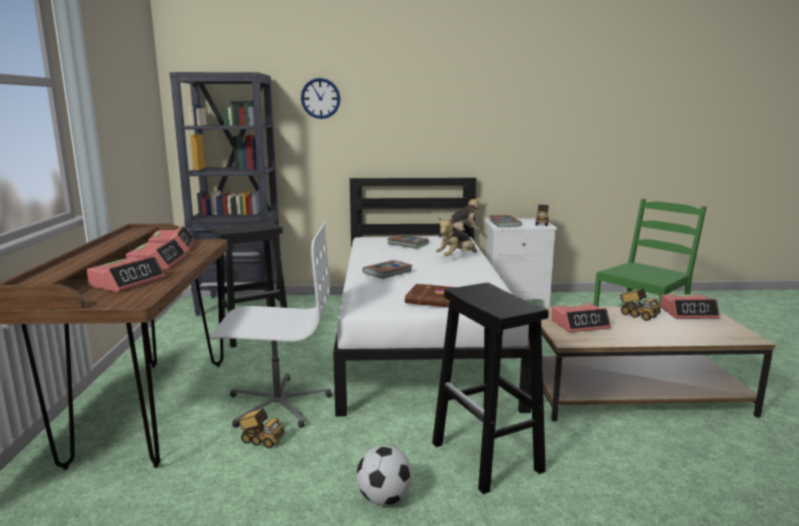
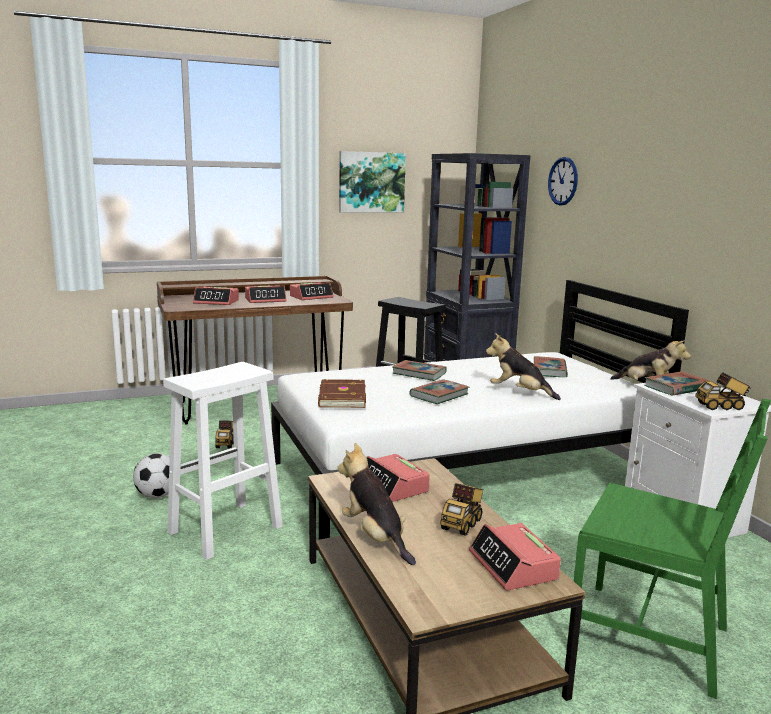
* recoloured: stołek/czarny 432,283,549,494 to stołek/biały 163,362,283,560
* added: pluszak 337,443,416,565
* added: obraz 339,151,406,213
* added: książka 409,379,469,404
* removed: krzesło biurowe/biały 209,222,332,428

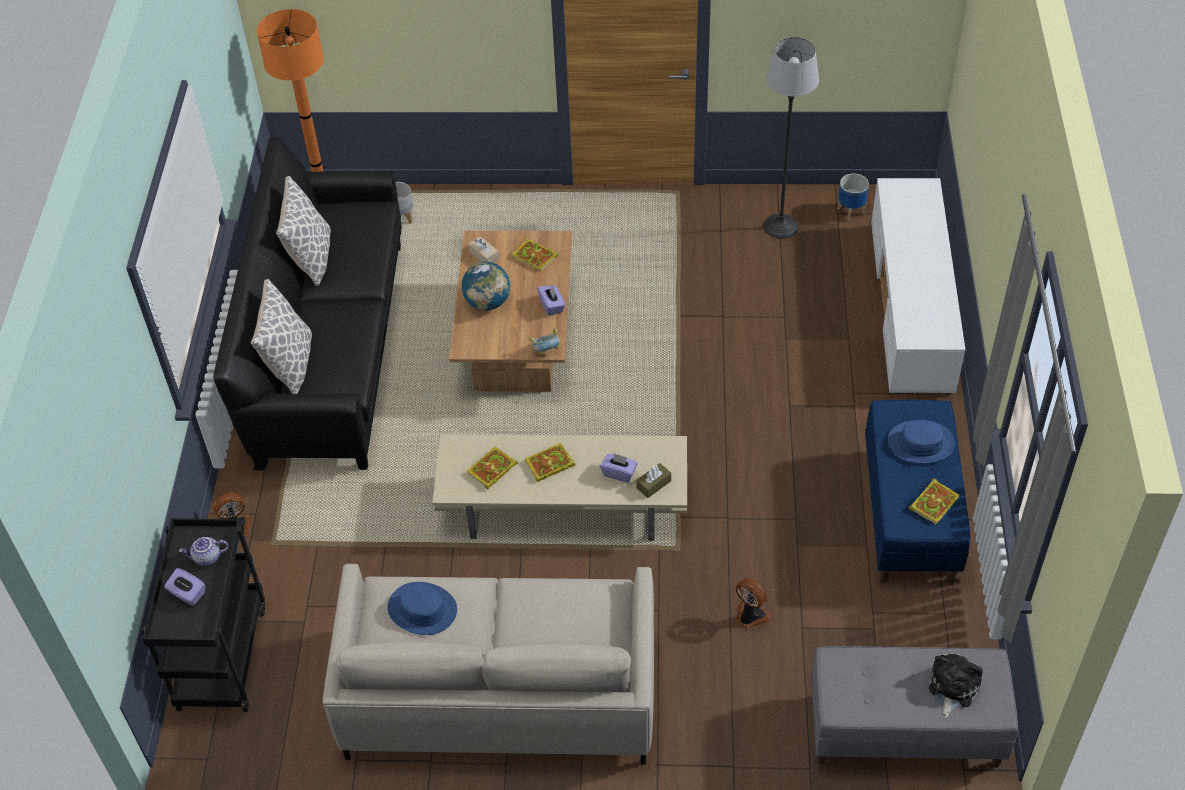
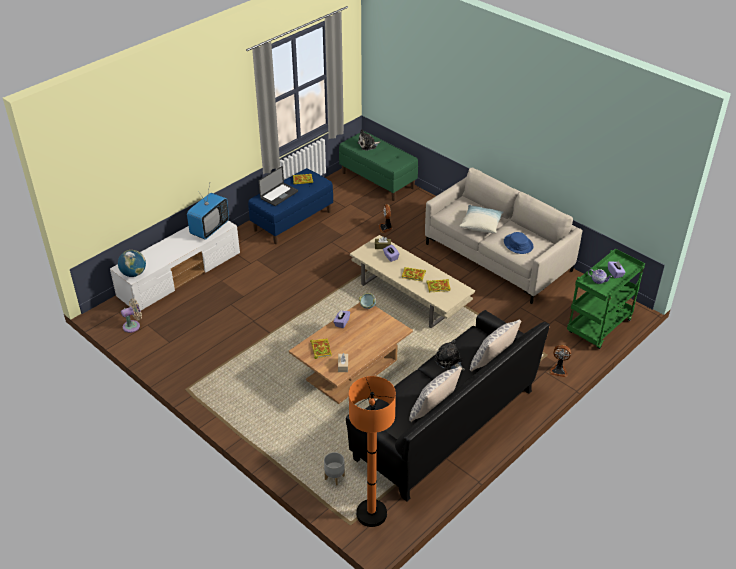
* moved: globus 461,262,510,310 to 118,250,146,277
* replaced: donica 837,173,869,221 to wentylator/beżowy 121,298,142,333
* added: telewizor 187,184,229,240
* replaced: kapelusz/niebieski 888,420,955,463 to laptop 259,166,298,206
* recoloured: ławka/szary 811,646,1018,768 to ławka/zielony 339,131,418,201
* added: pluszak 434,339,465,371
* added: poduszka 459,205,504,233
* recoloured: wózek/czarny 141,518,265,712 to wózek/zielony 567,248,645,349
* removed: lampa stojąca 763,37,819,239

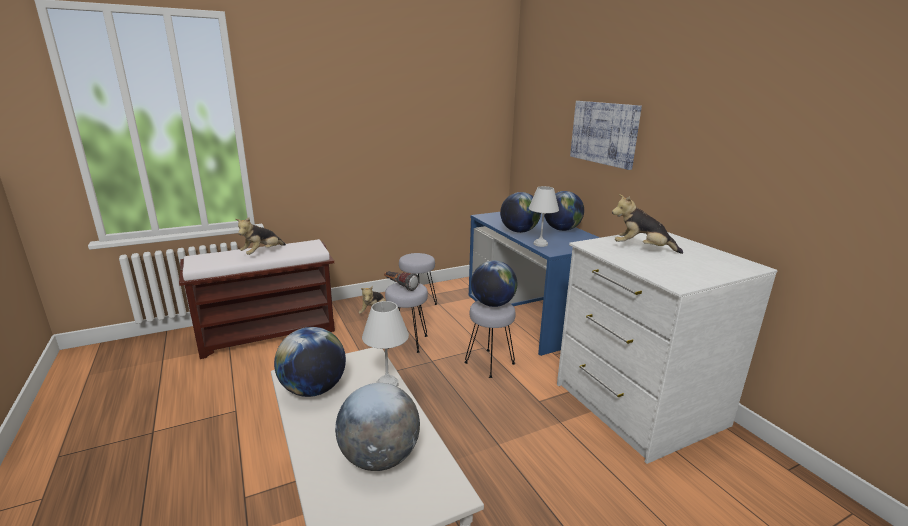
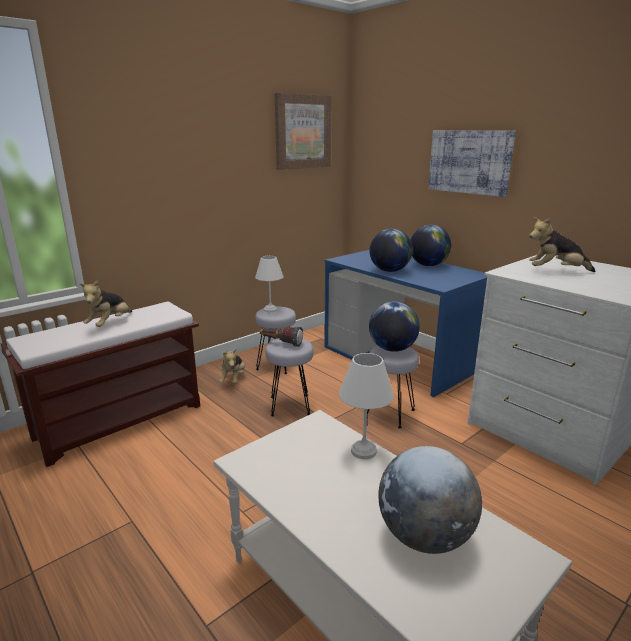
* moved: lampa stołowa/biały 529,186,559,247 to 255,256,284,312
* added: obraz 274,93,332,170
* removed: globus 274,327,346,397

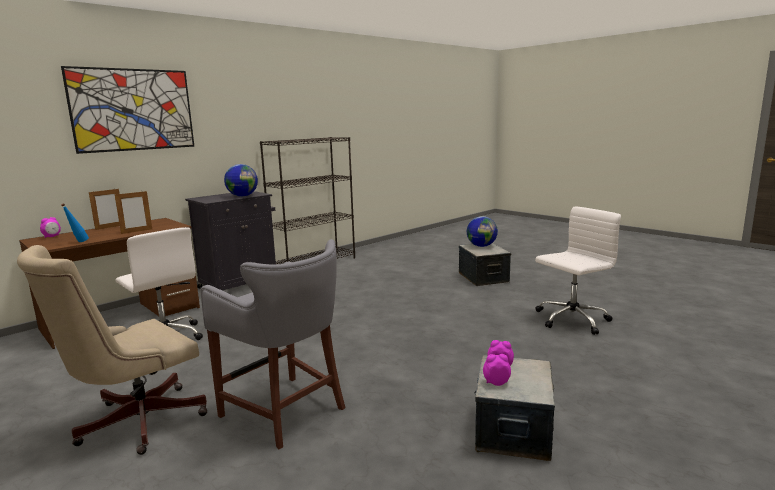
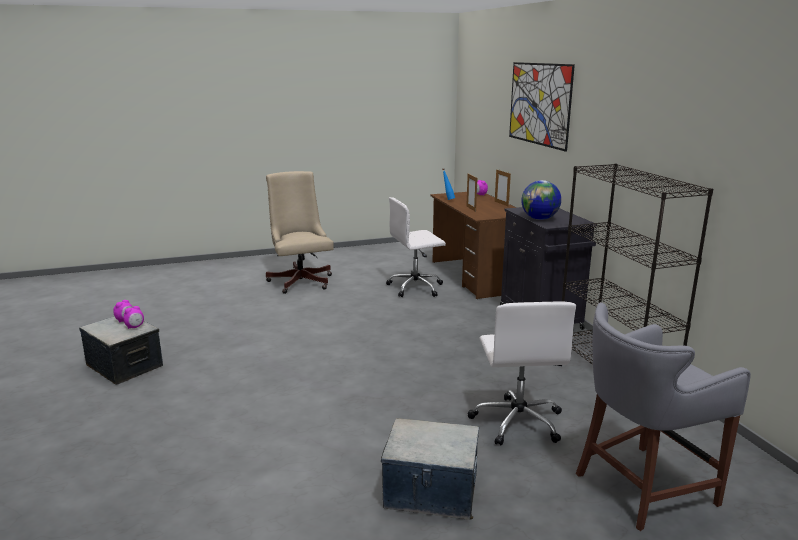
* moved: krzesło biurowe/biały 535,206,621,335 to 468,302,576,445
* moved: stołek/szary 201,239,345,449 to 576,302,751,531
* removed: globus 467,216,498,247

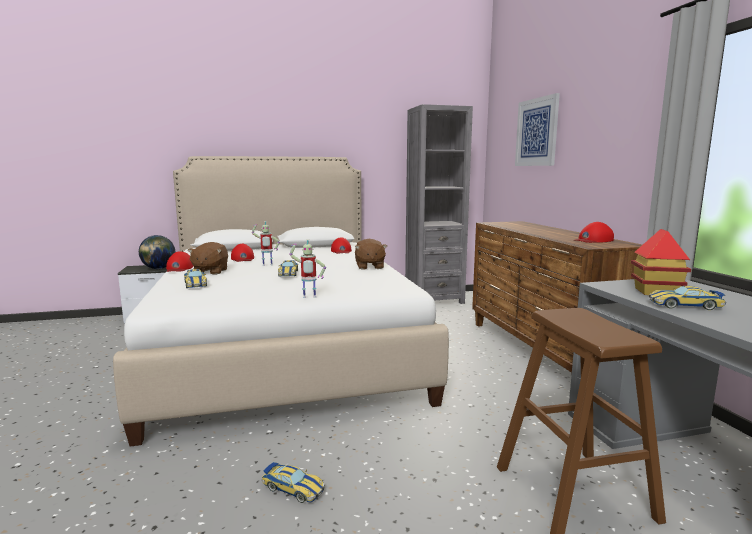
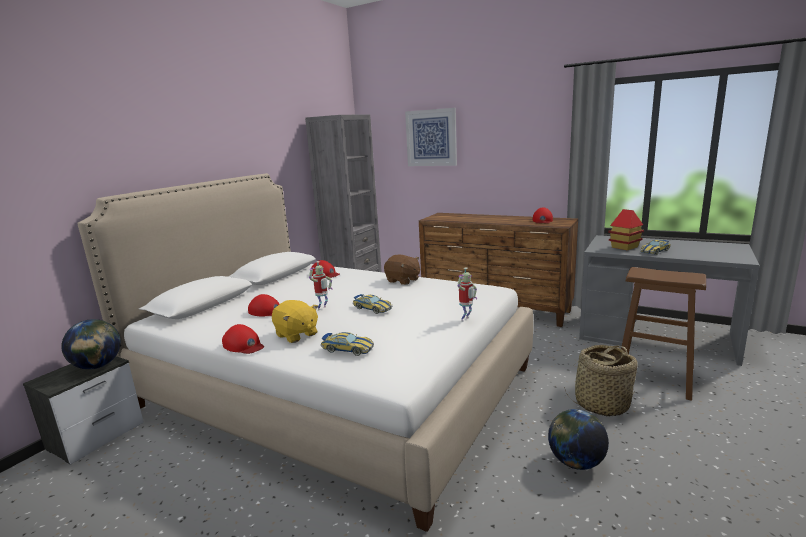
* recoloured: pluszak/brązowy 187,242,228,275 to pluszak/żółty 272,300,318,343
* replaced: samochodzik 262,462,325,503 to globus 548,409,609,470
* added: koszyk 564,345,638,417

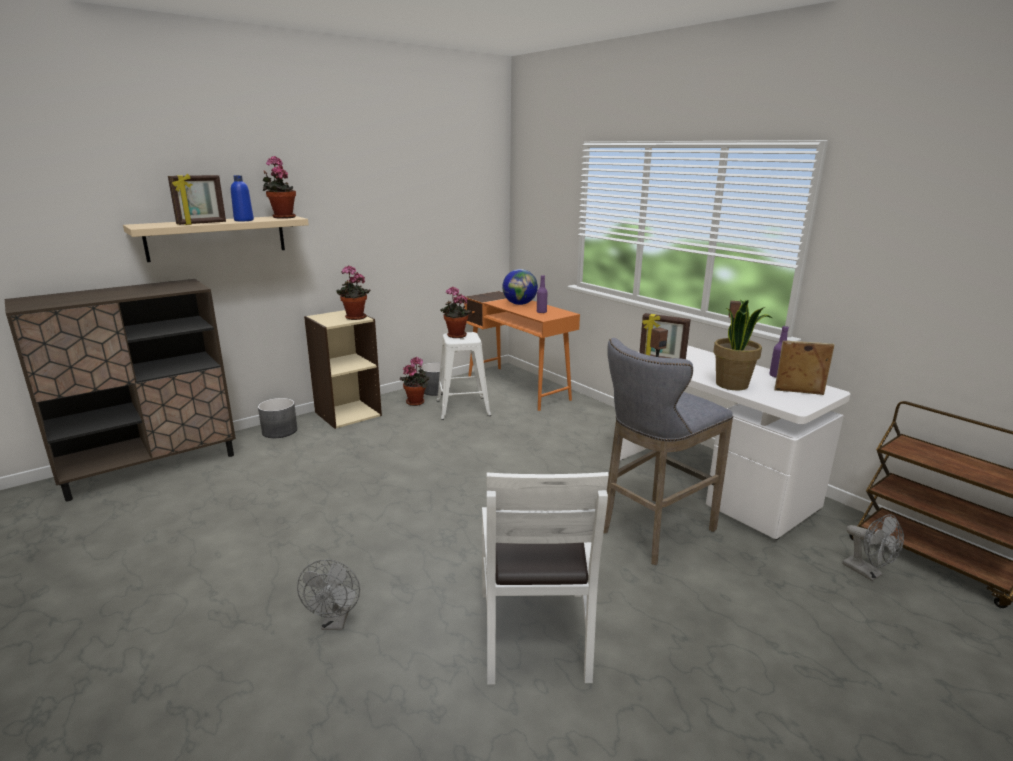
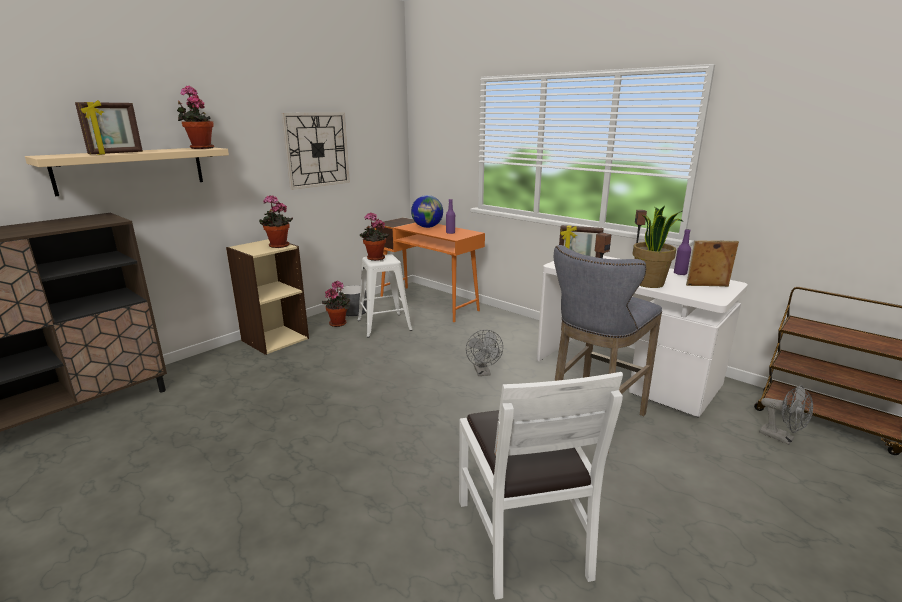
* added: zegar ścienny 282,113,350,190
* moved: wentylator/szary 297,560,360,630 to 466,330,503,376
* removed: butelka/niebieski 231,175,254,221
* removed: donica/szary 258,398,297,438

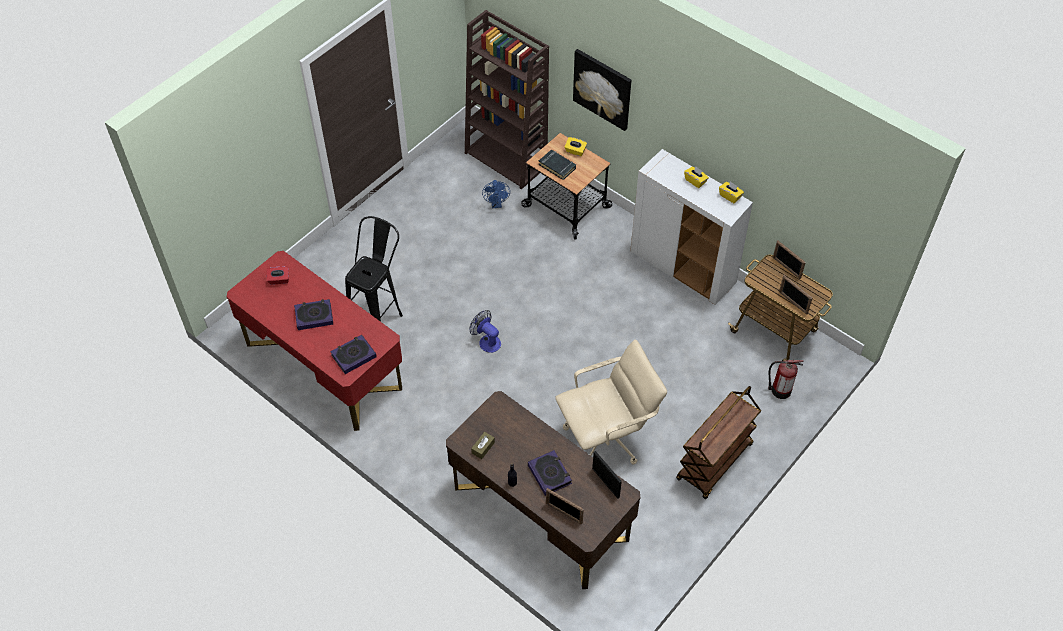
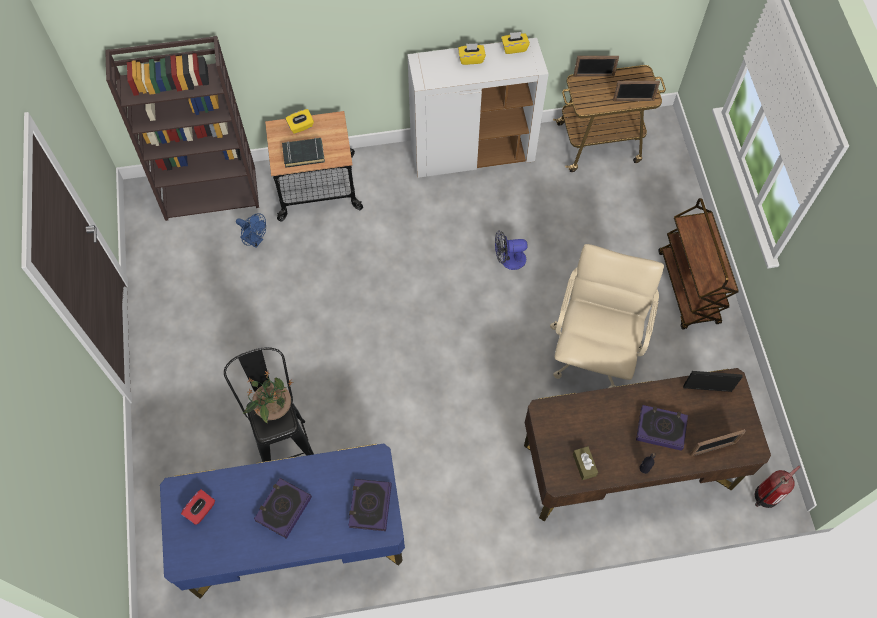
* recoloured: biurko/czerwony 227,251,402,431 to biurko/niebieski 160,443,405,599
* added: roślina doniczkowa 243,370,294,423
* moved: wentylator 470,310,501,353 to 495,230,528,270
* moved: gaśnica 768,360,804,399 to 755,466,800,508
* removed: obraz 573,49,632,131

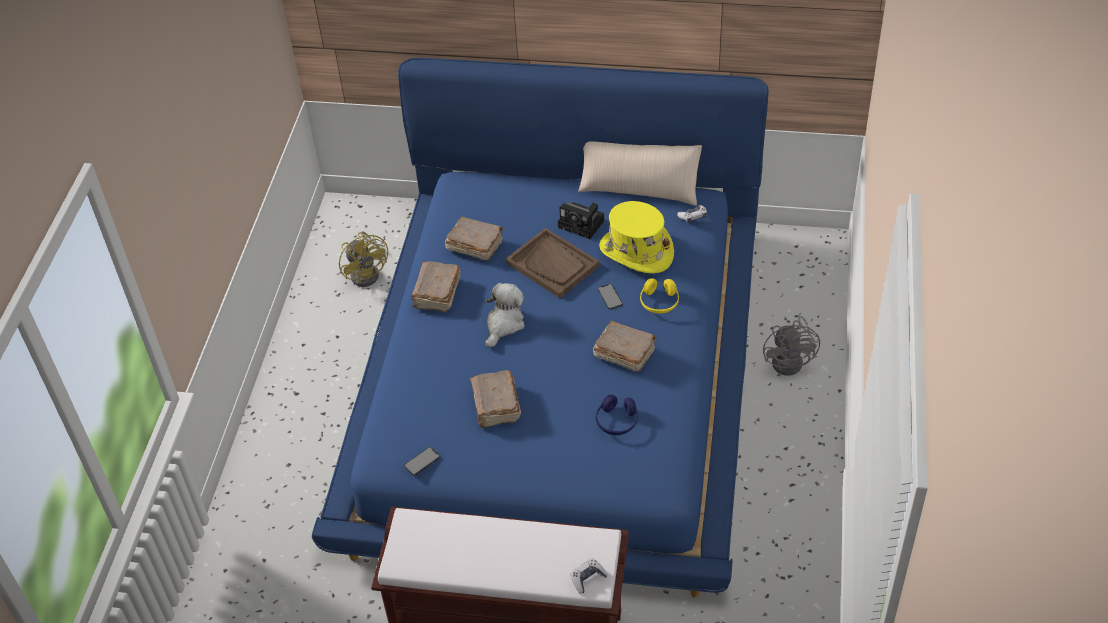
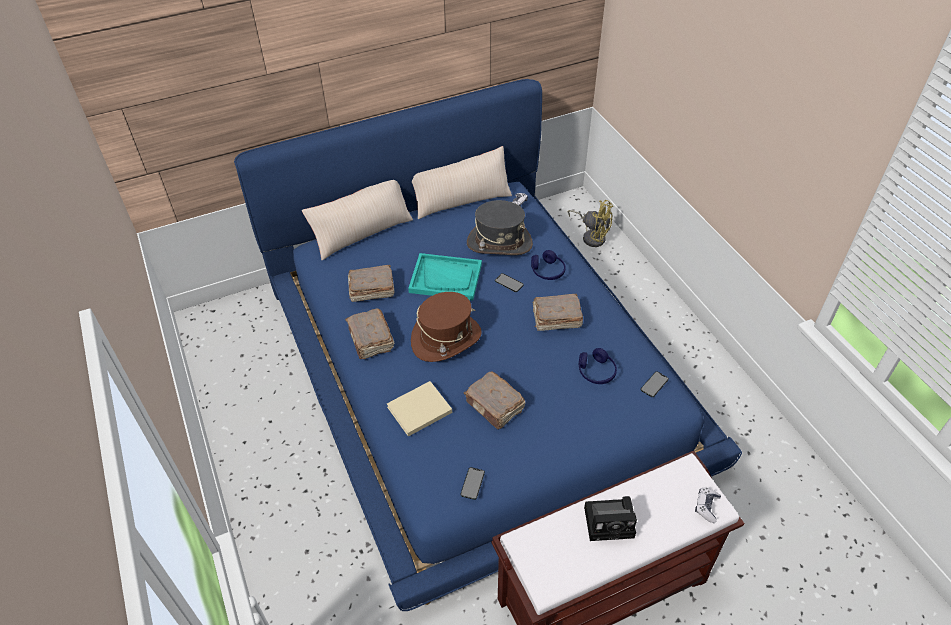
* added: poduszka/beżowy 302,180,413,260
* added: książka/beżowy 387,381,452,437
* recoloured: taca/brązowy 506,228,599,298 to taca/turkusowy 408,253,482,301
* replaced: pluszak 485,283,525,348 to kapelusz/brązowy 411,292,482,362
* recoloured: kapelusz/żółty 599,201,674,273 to kapelusz/szary 467,200,533,255
* recoloured: słuchawki/żółty 640,278,679,314 to słuchawki/niebieski 531,250,566,280
* moved: wentylator/żółty 339,231,388,287 to 568,200,613,247
* moved: aparat fotograficzny 558,202,604,239 to 584,496,637,541
* added: telefon 641,371,669,397
* removed: wentylator/szary 763,316,820,376

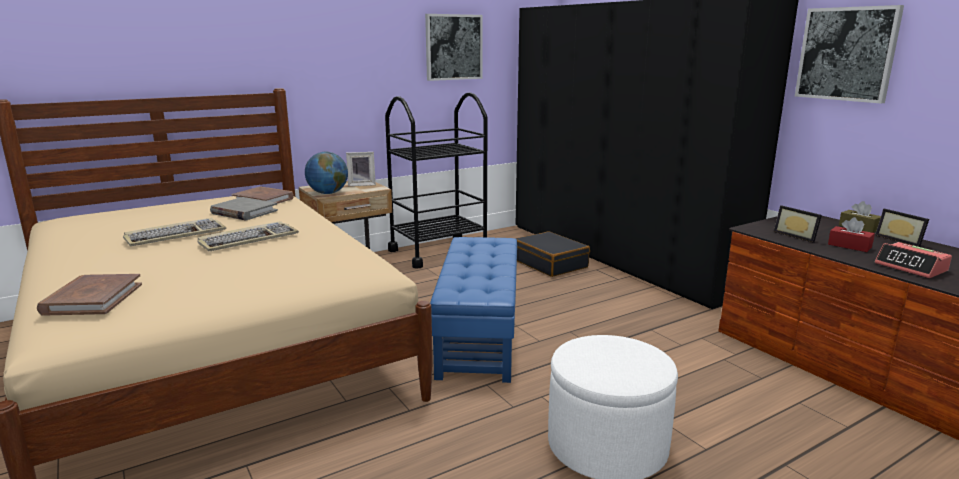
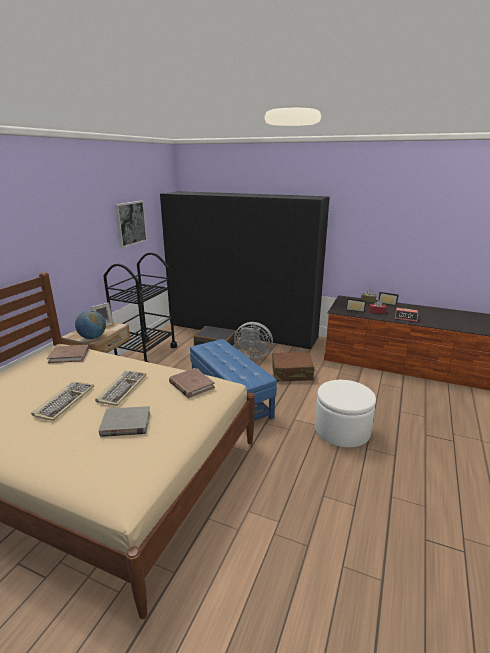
* moved: książka/szary 210,197,278,220 to 99,406,150,437
* moved: książka/brązowy 37,274,142,316 to 169,368,215,398
* added: wentylator/szary 234,322,273,359
* added: walizka/brązowy 272,352,315,382
* removed: obraz 795,5,904,104

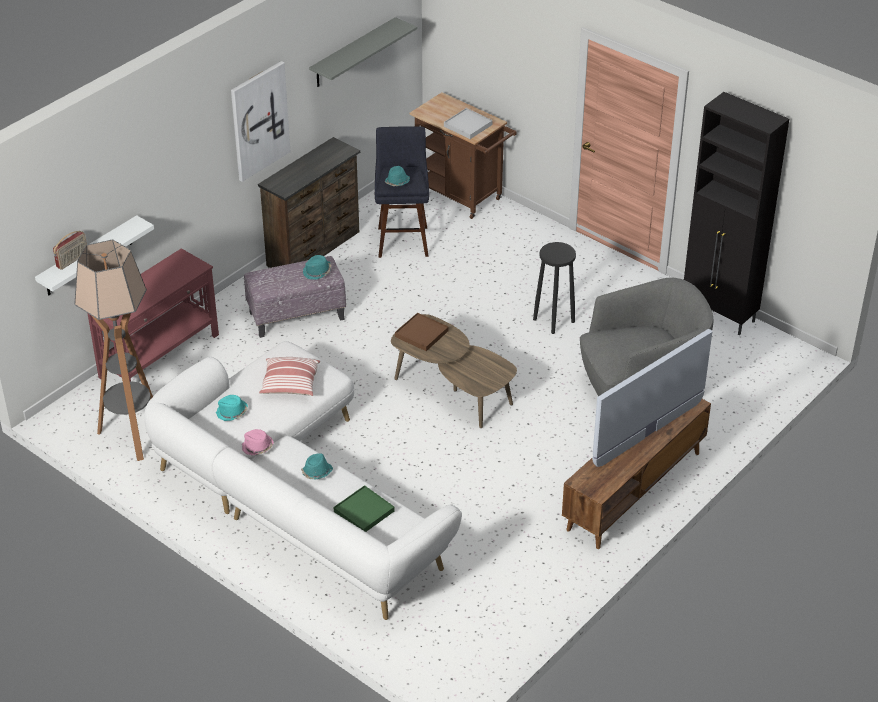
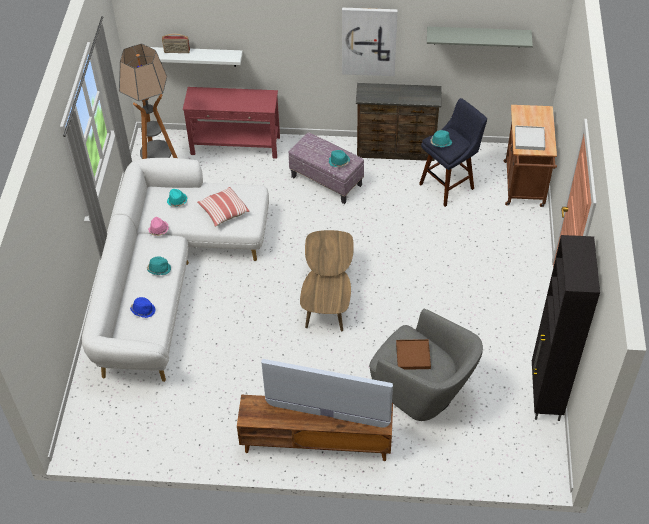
* replaced: taca/zielony 334,485,395,532 to kapelusz/niebieski 130,297,156,318
* moved: taca/brązowy 395,312,448,351 to 396,339,431,370
* removed: stołek/czarny 533,242,576,334

